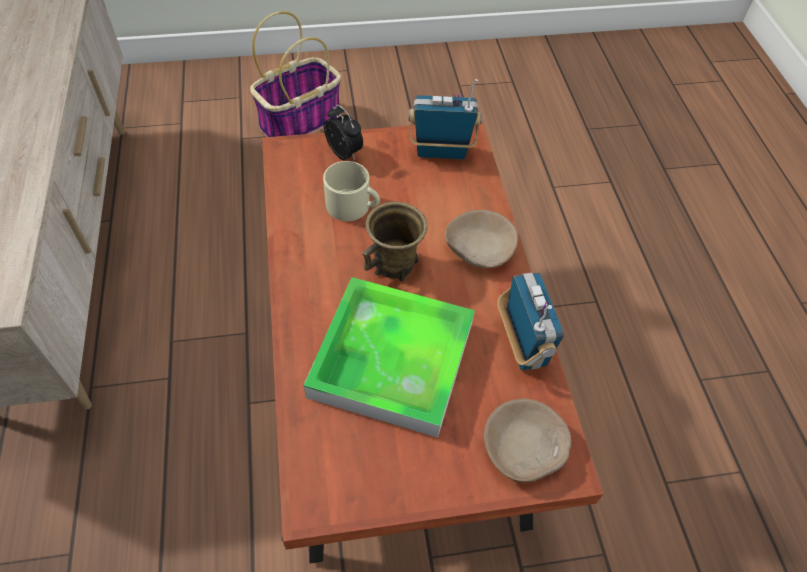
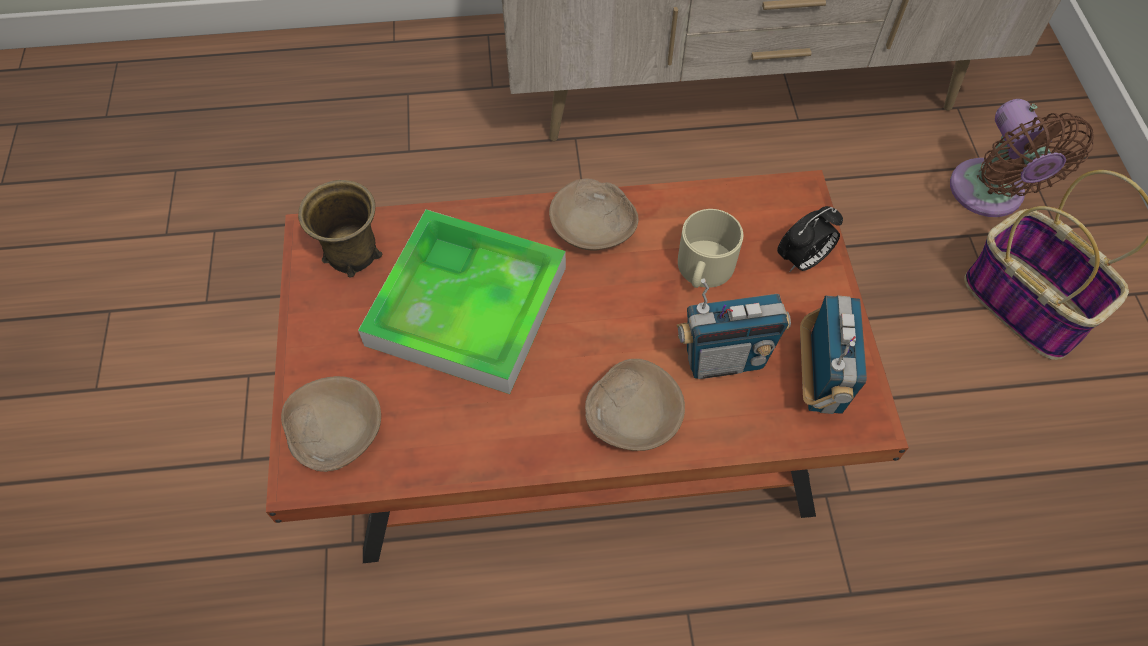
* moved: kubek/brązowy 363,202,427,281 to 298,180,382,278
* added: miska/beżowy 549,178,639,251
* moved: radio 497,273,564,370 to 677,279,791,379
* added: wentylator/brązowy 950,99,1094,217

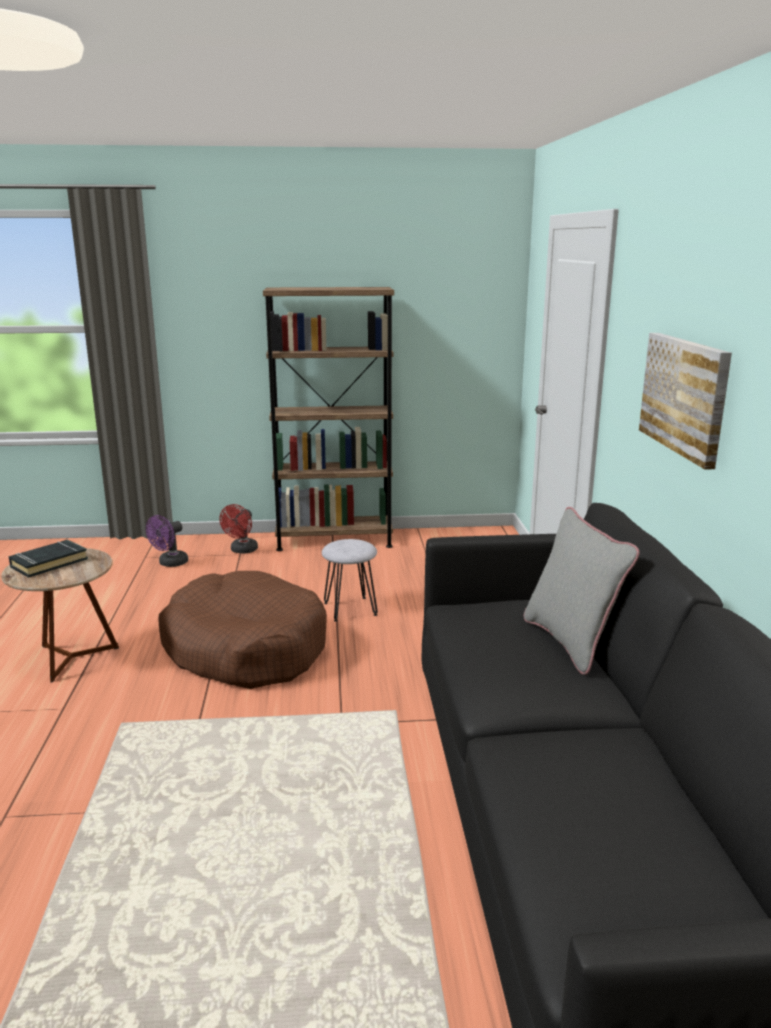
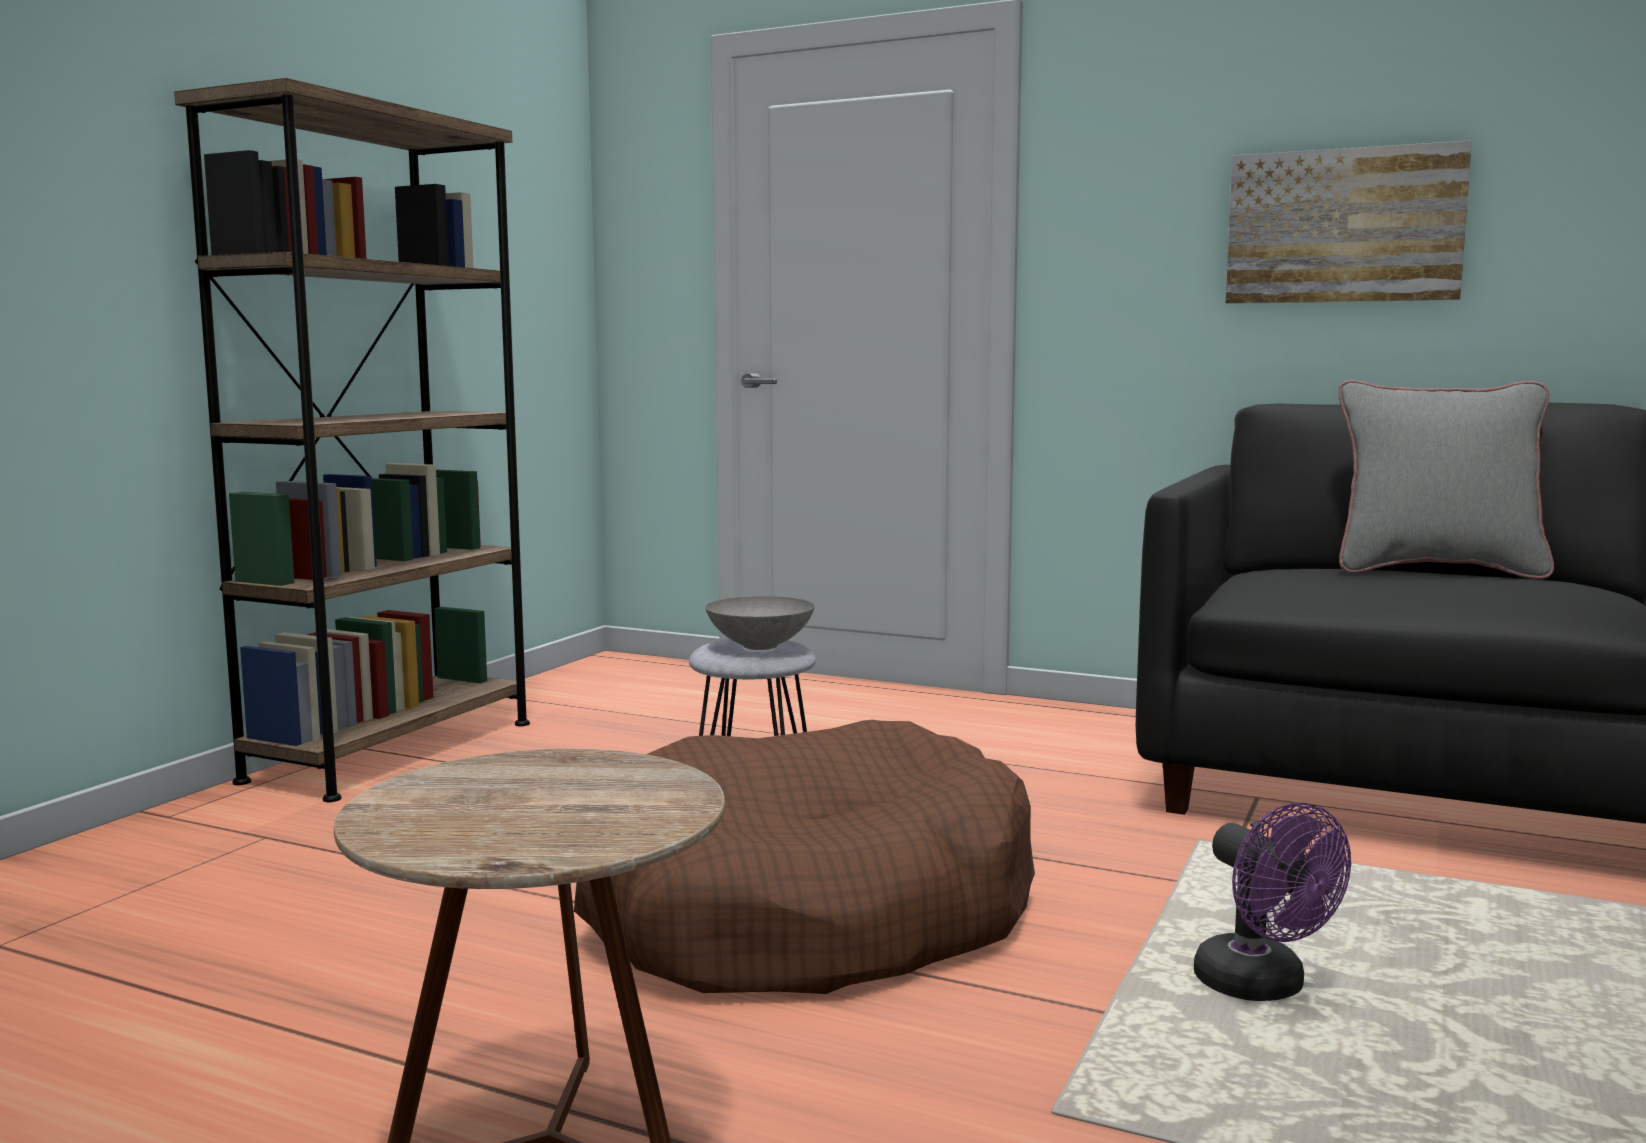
* added: miska/szary 705,596,815,650
* moved: wentylator/fioletowy 146,515,188,567 to 1194,802,1351,1001
* removed: książka/czarny 8,540,88,578
* removed: wentylator/czerwony 220,504,258,553

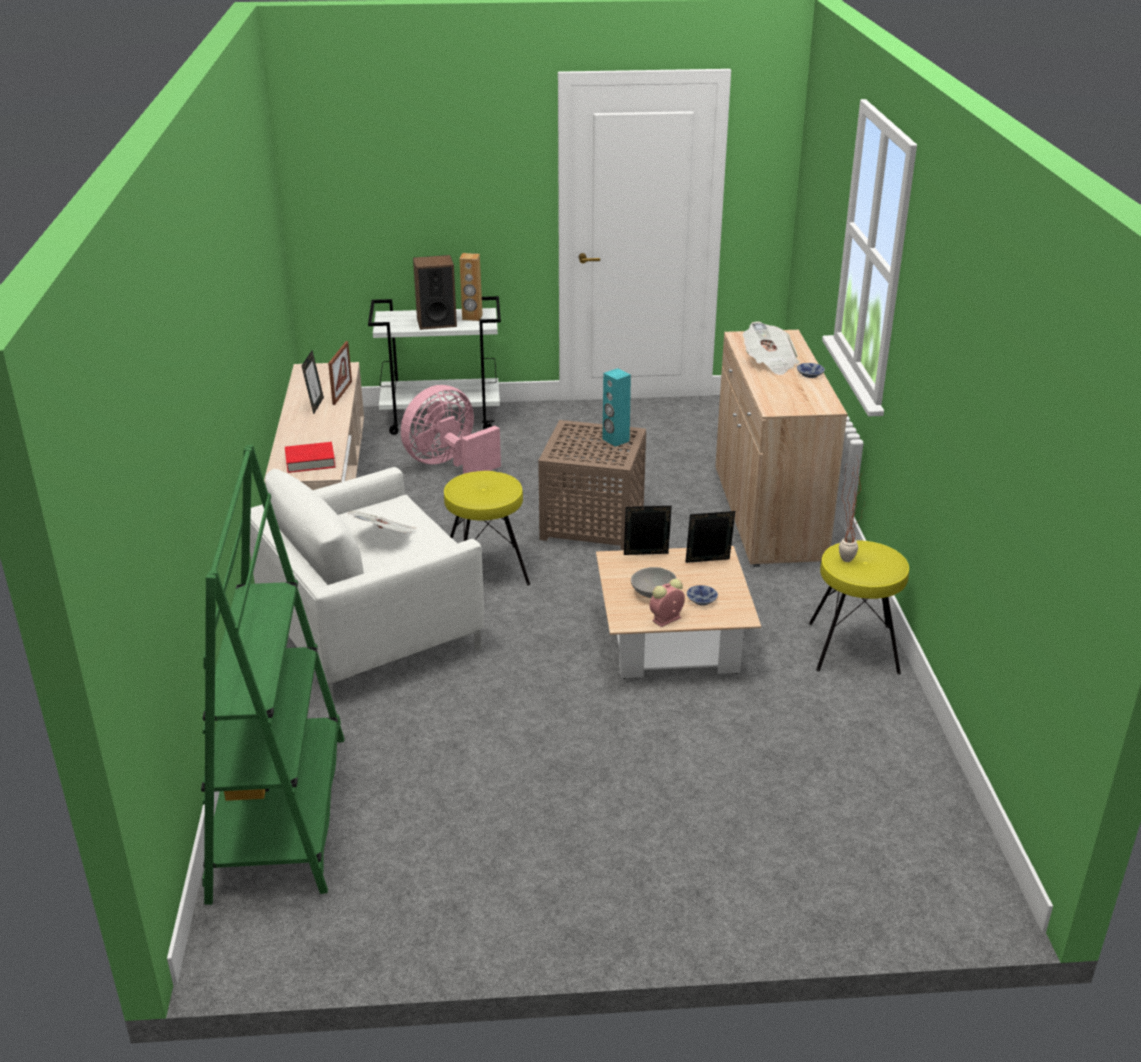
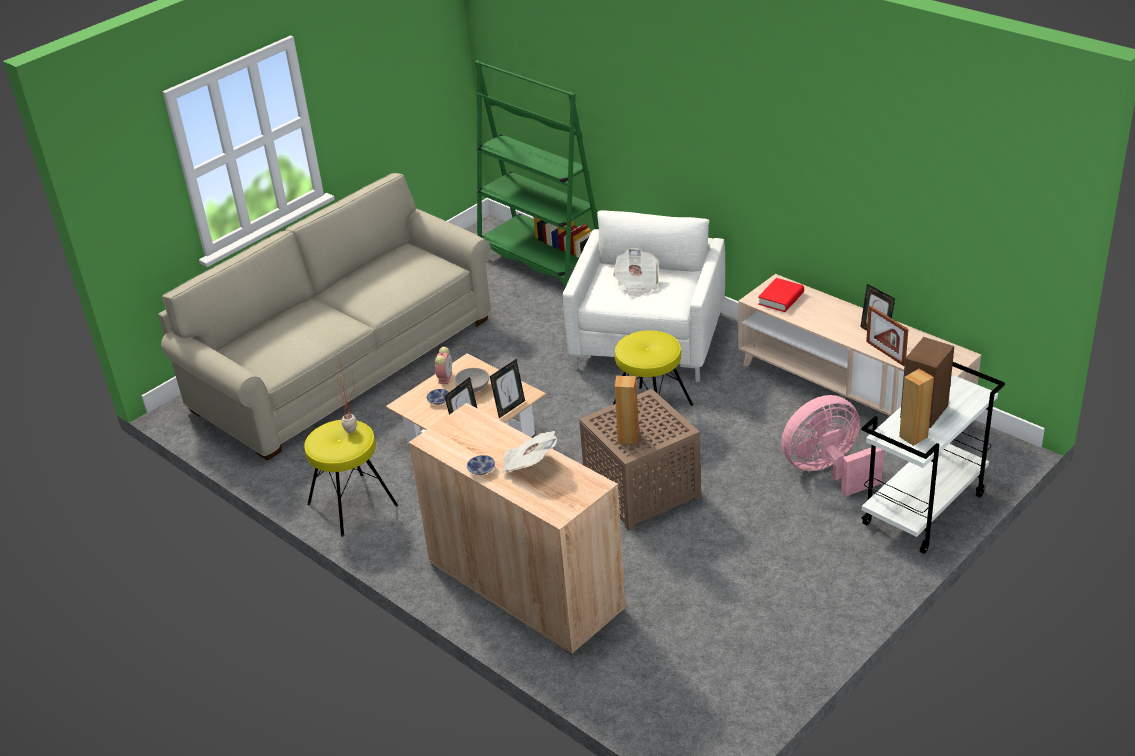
* added: kanapa/beżowy 158,173,491,461
* recoloured: głośnik/turkusowy 602,368,631,447 to głośnik/brązowy 615,376,639,444
* turned: wentylator/różowy 401,385,501,474 = 781,395,884,497 120 degrees counterclockwise

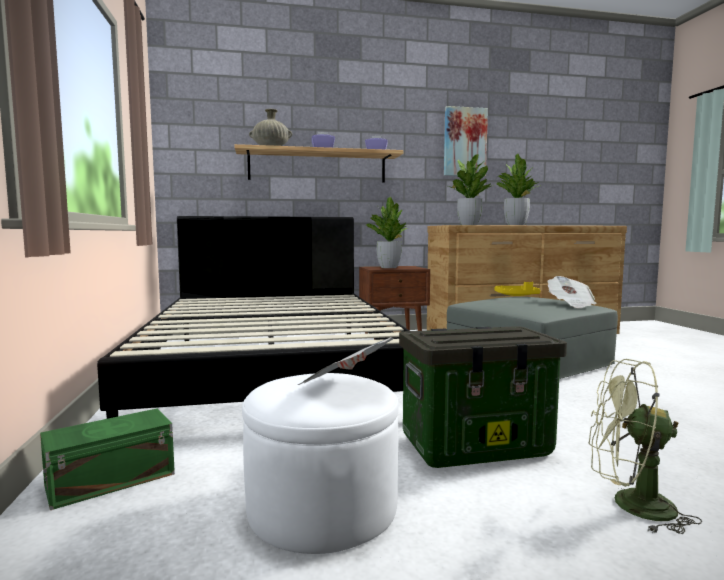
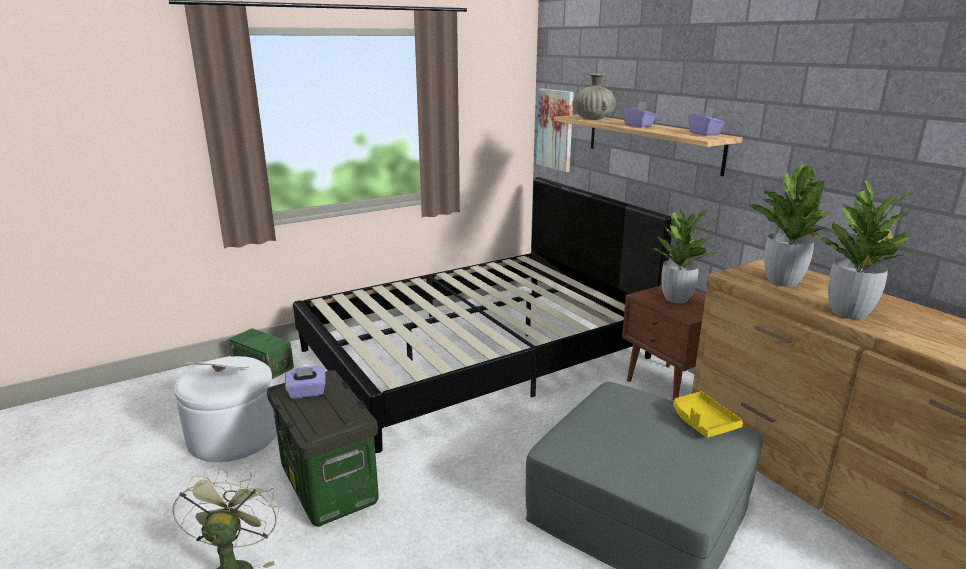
* added: pudełko chusteczek/fioletowy 285,366,326,399
* moved: obraz 444,106,488,176 to 536,89,574,172
* removed: gazeta 547,276,597,308

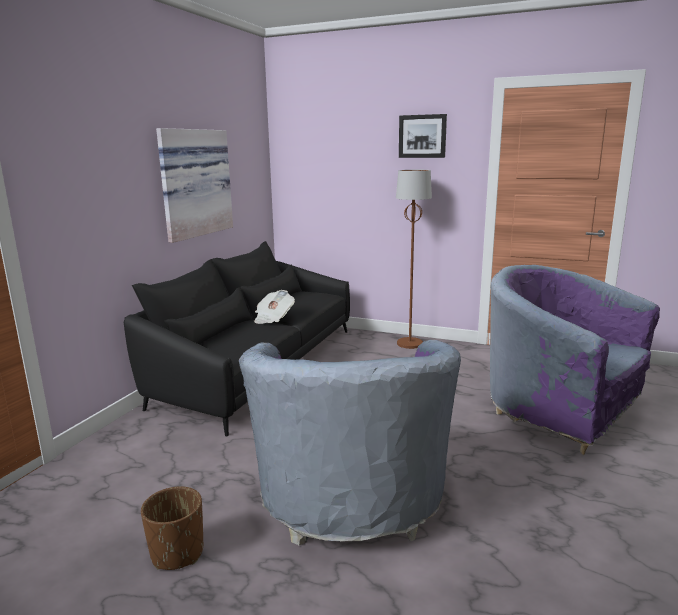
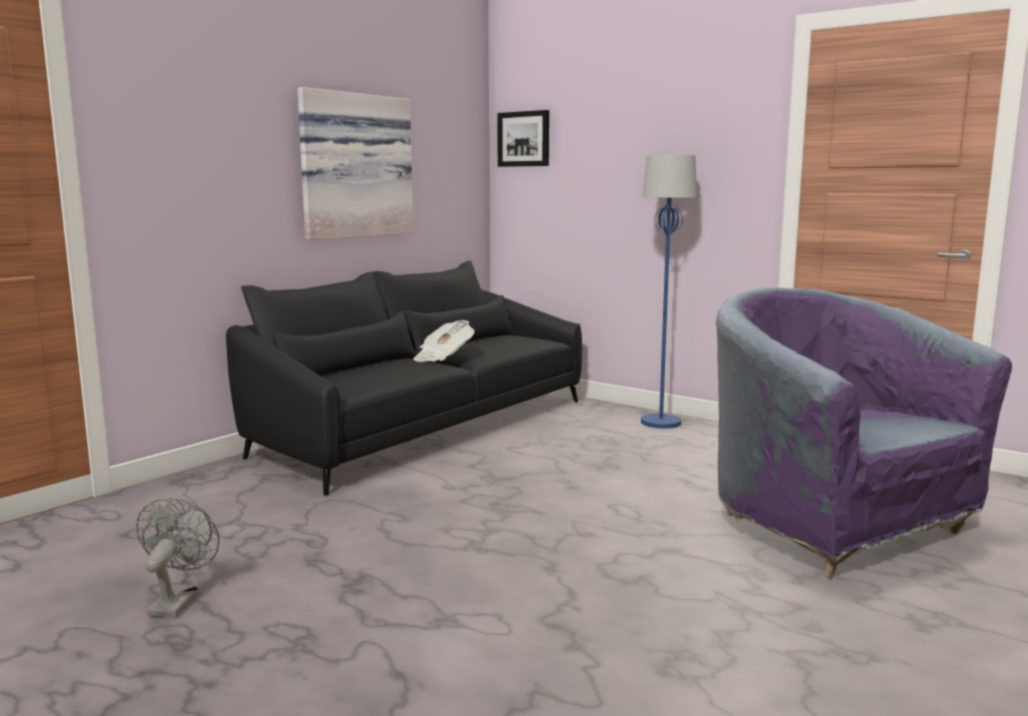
* replaced: donica/brązowy 141,486,203,570 to wentylator/szary 136,498,219,617
* moved: obraz 399,114,447,158 to 497,110,549,167
* recoloured: lampa stojąca/brązowy 396,170,432,349 to lampa stojąca/niebieski 641,155,697,428
* removed: fotel/fioletowy 239,340,461,546

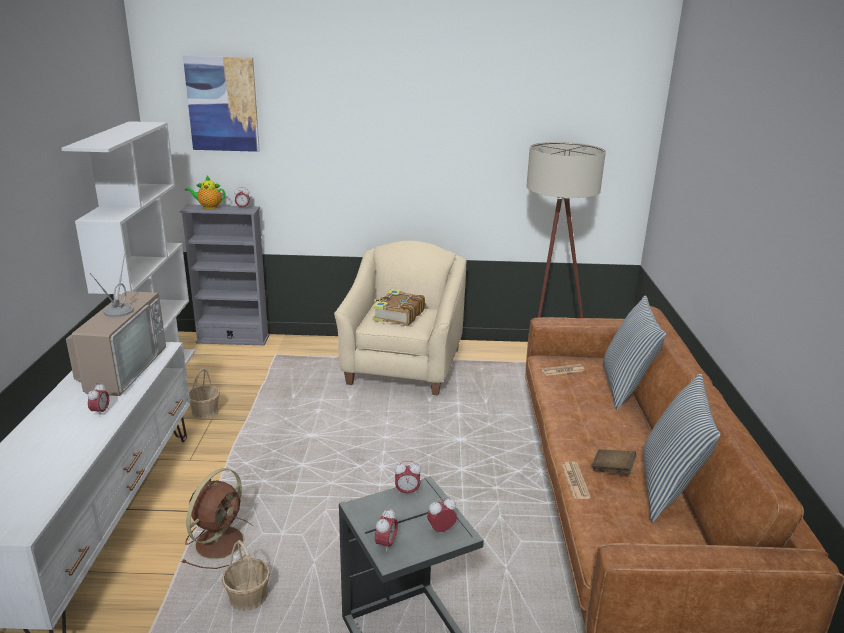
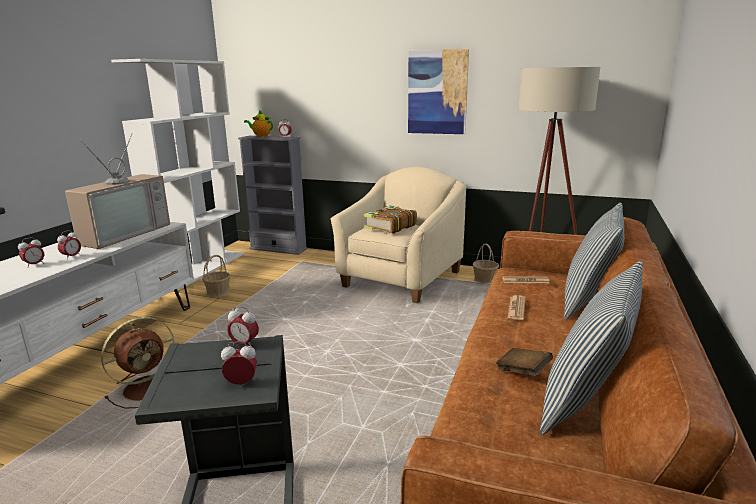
* moved: budzik 375,508,398,553 to 18,237,44,268
* moved: obraz 183,56,260,152 to 408,49,469,134
* moved: koszyk 222,540,270,611 to 473,243,499,283
* moved: gazeta 562,462,591,499 to 507,295,525,320

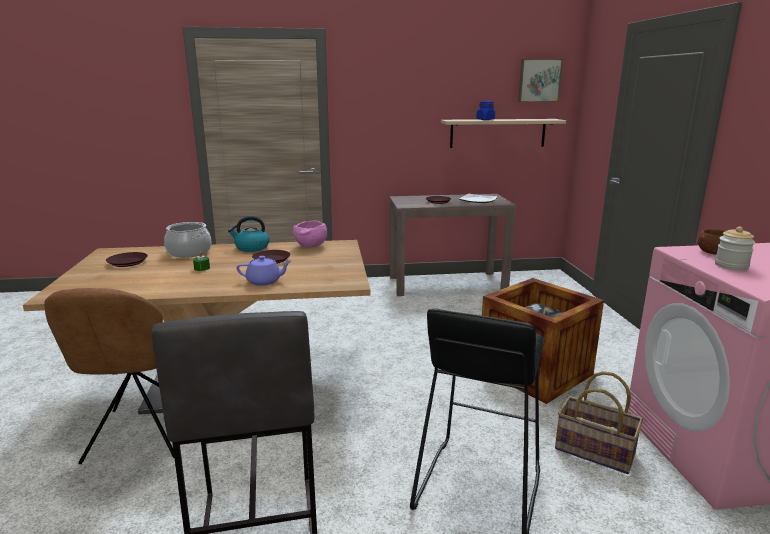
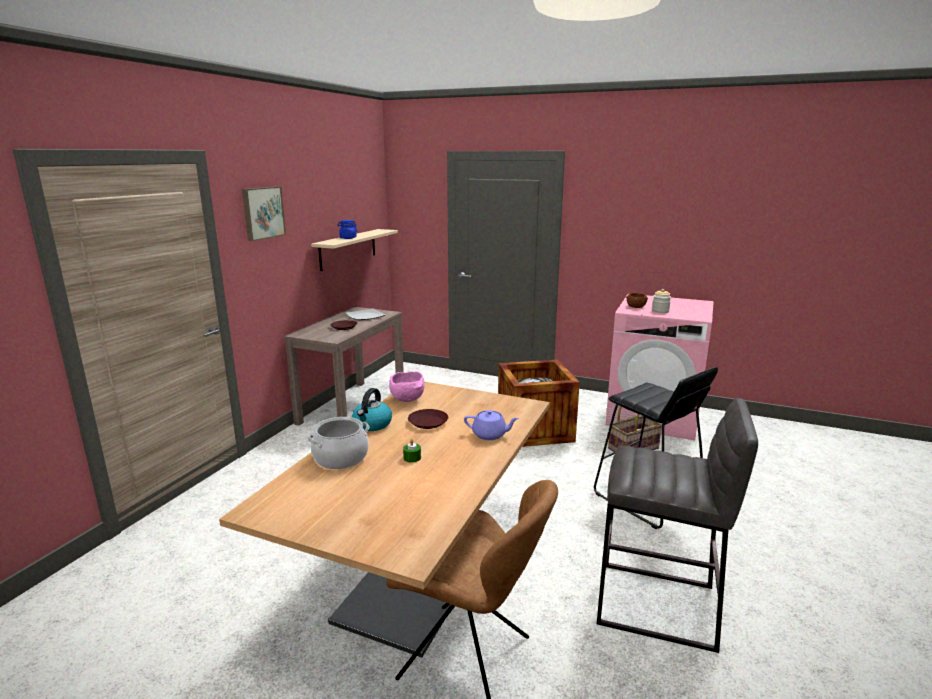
* moved: obraz 518,59,563,102 to 242,186,286,241
* turned: imbryk/fioletowy 236,256,292,286 = 464,410,519,440 75 degrees clockwise
* removed: talerz/brązowy 106,252,148,267

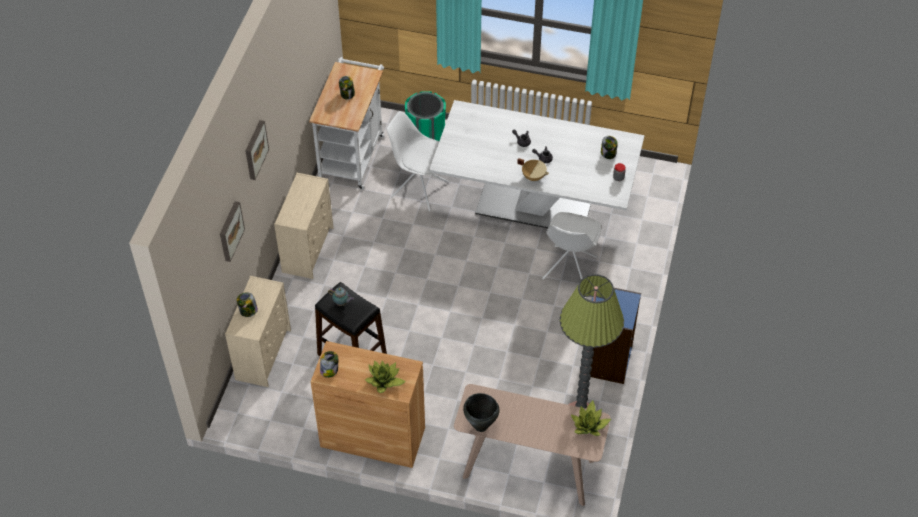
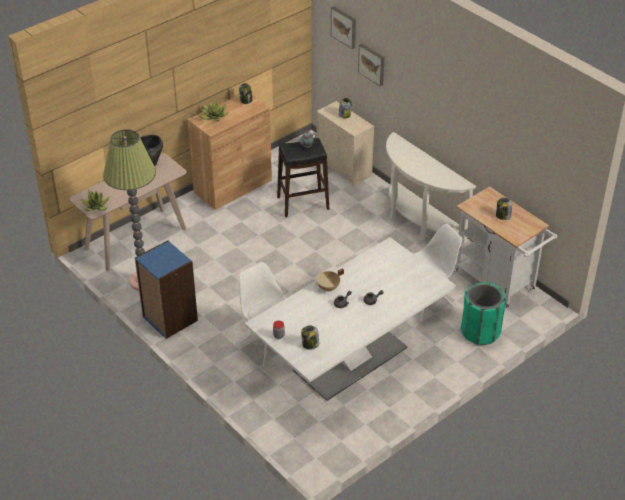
* moved: obraz 246,120,269,180 to 331,6,356,49
* replaced: komoda/beżowy 274,173,333,279 to stolik konsolowy/biały 386,132,476,243

